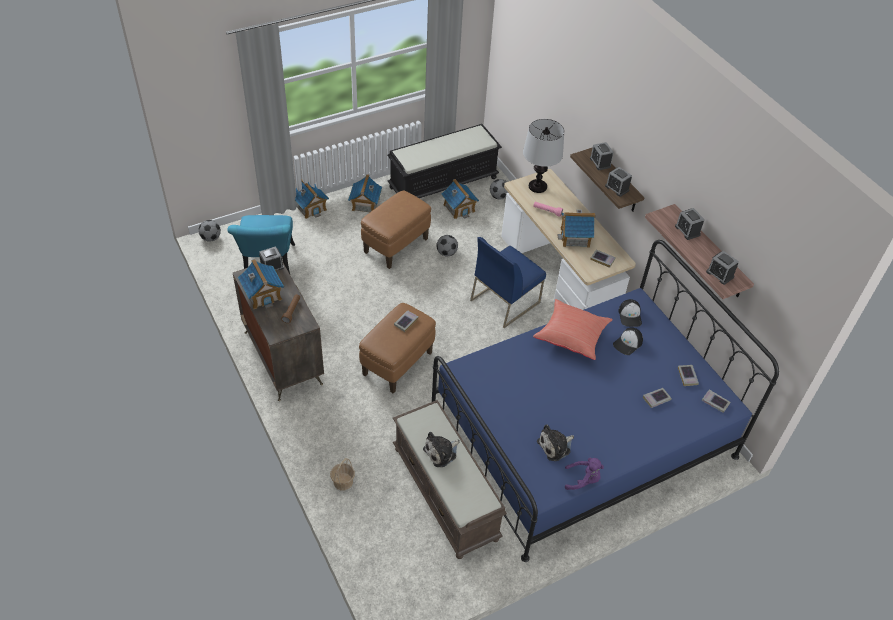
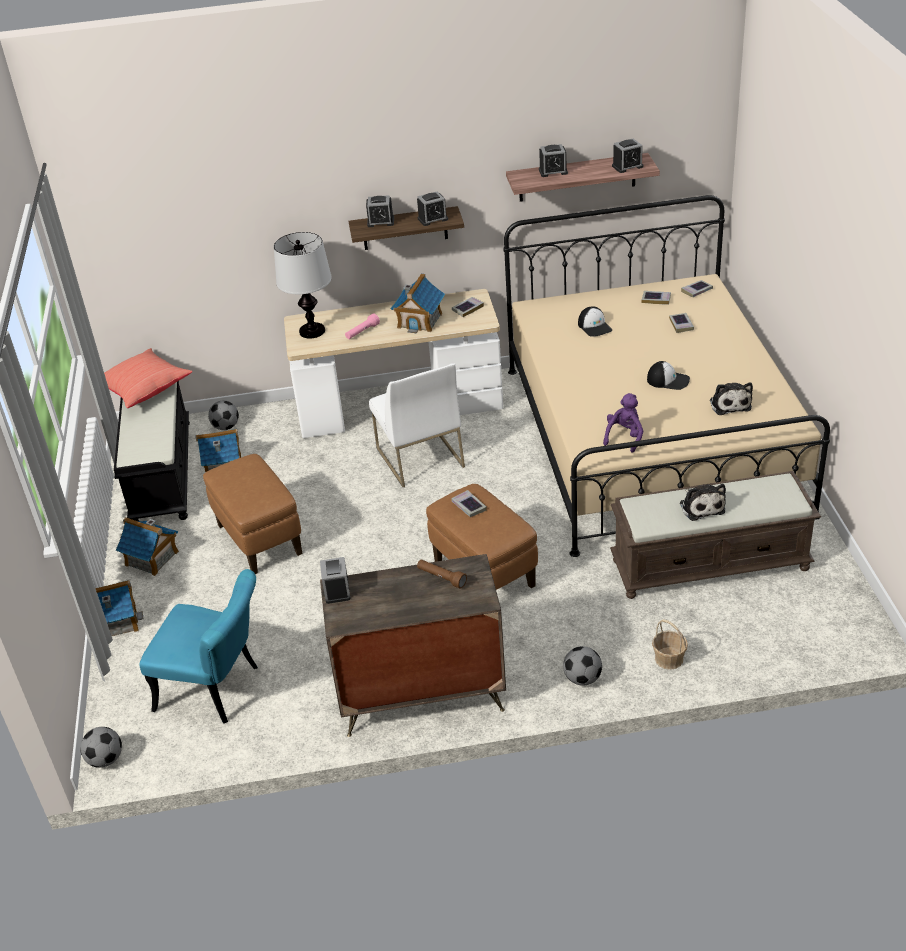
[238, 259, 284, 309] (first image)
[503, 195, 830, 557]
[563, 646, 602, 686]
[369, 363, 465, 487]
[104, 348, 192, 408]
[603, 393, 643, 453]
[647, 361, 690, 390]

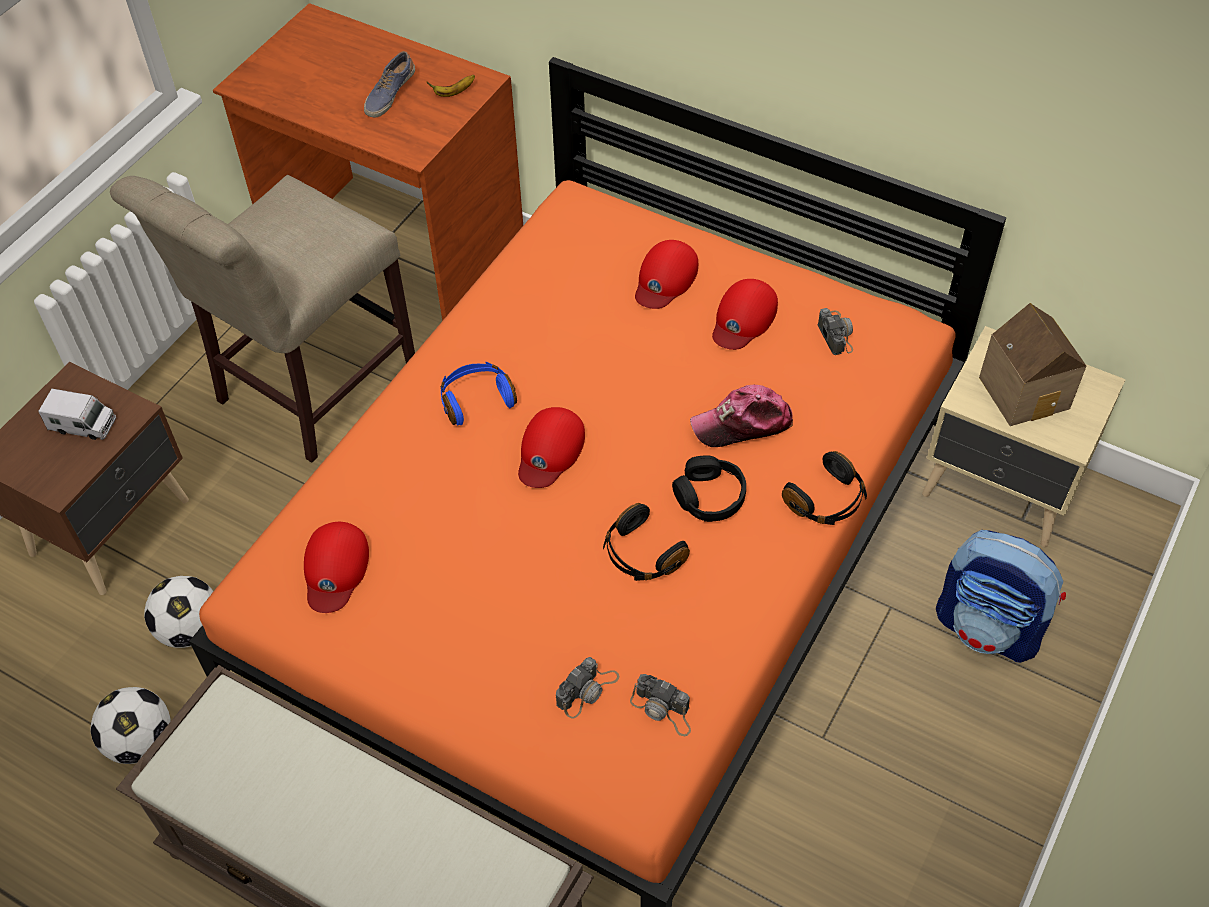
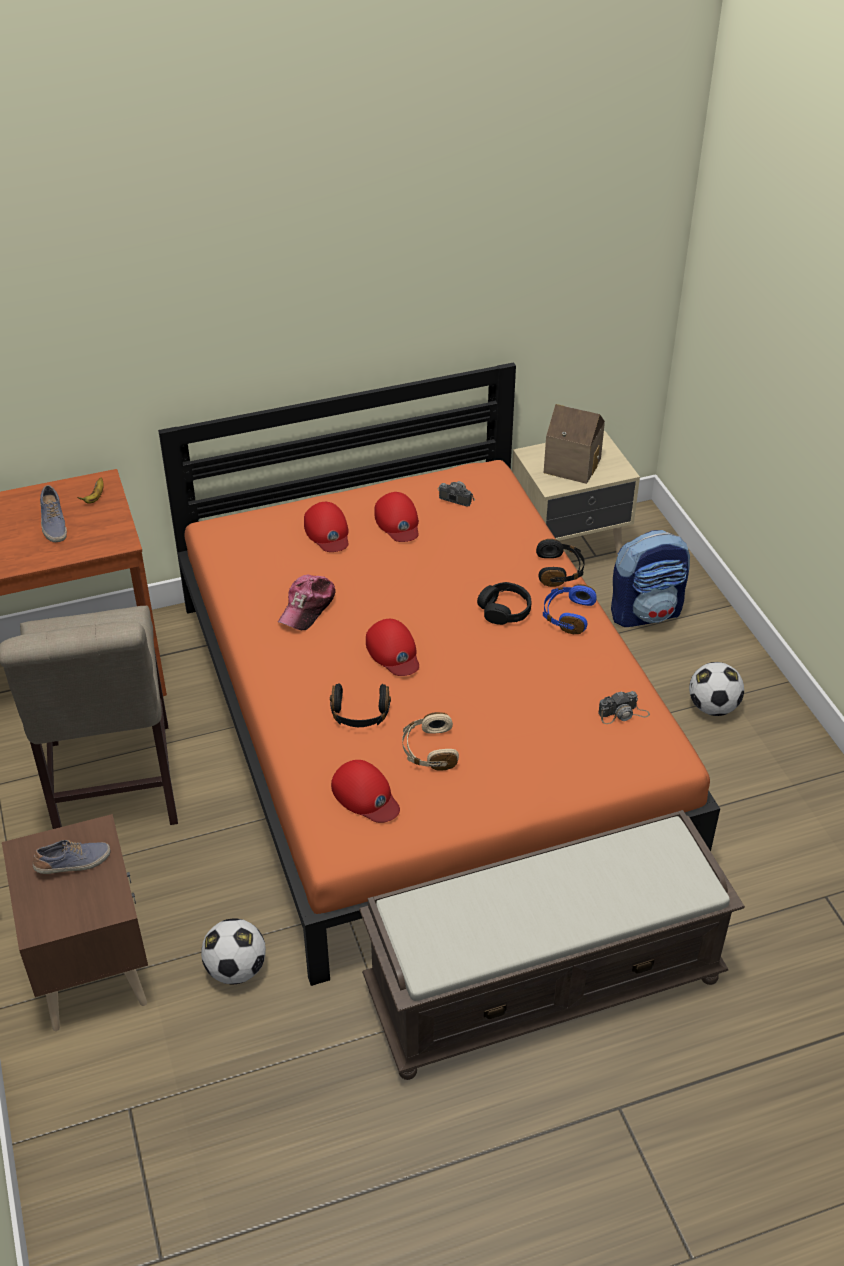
[33, 840, 110, 874]
[689, 662, 744, 716]
[543, 584, 597, 634]
[556, 657, 619, 719] (first image)
[330, 683, 391, 727]
[278, 575, 336, 630]
[402, 712, 459, 771]

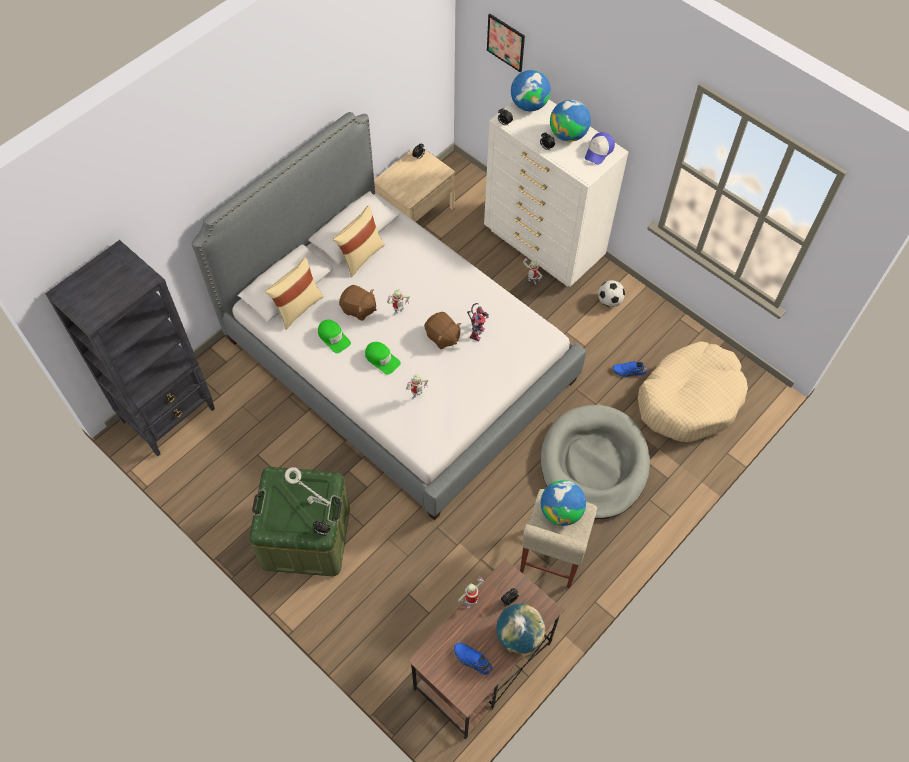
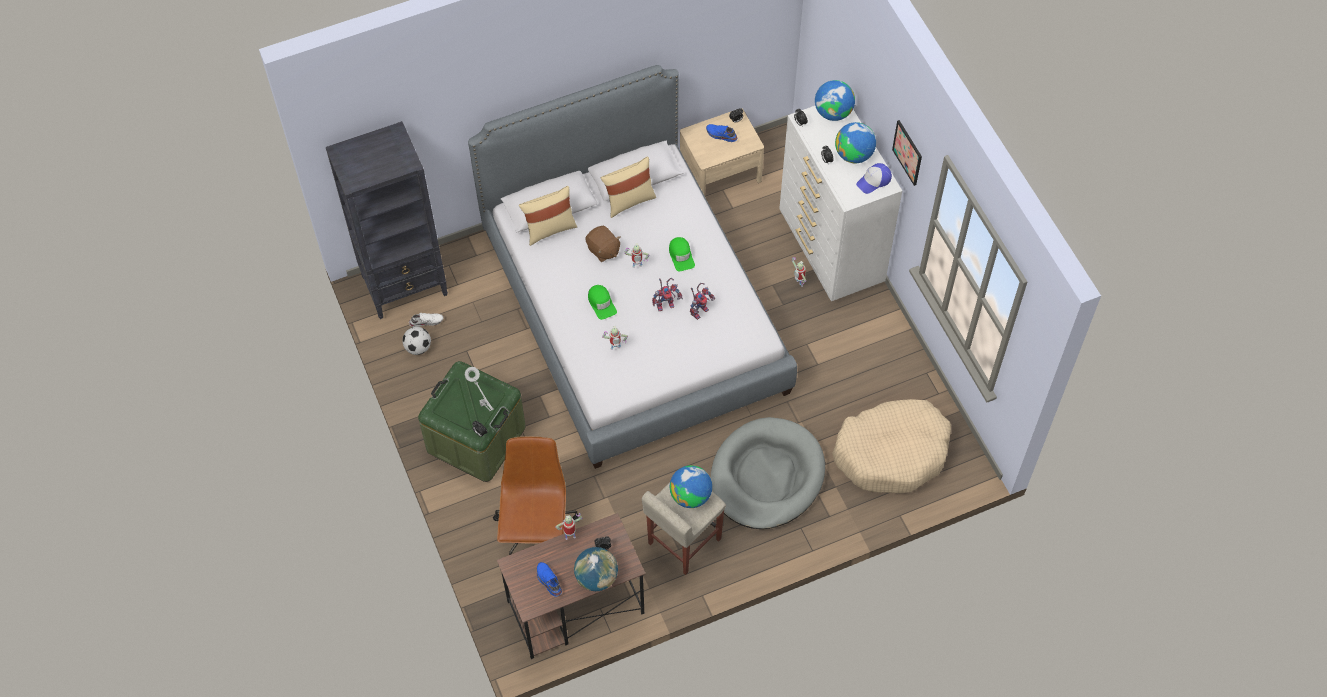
[669, 237, 695, 271]
[652, 278, 683, 311]
[892, 120, 922, 186]
[402, 327, 431, 355]
[706, 124, 737, 142]
[409, 313, 443, 327]
[493, 436, 579, 555]

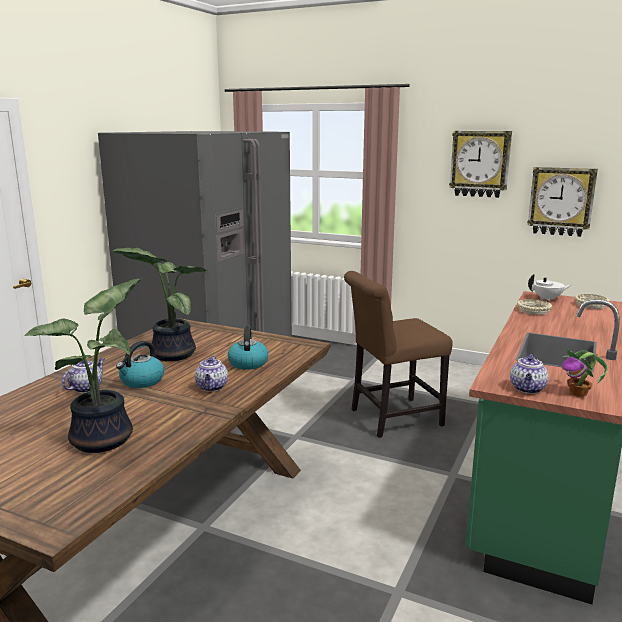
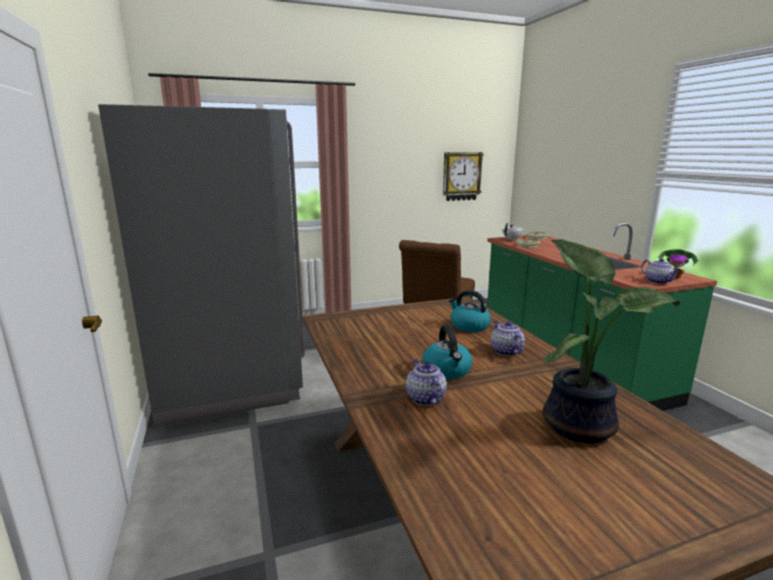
[112, 248, 208, 361] (first image)
[491, 320, 525, 356]
[449, 131, 512, 198] (first image)

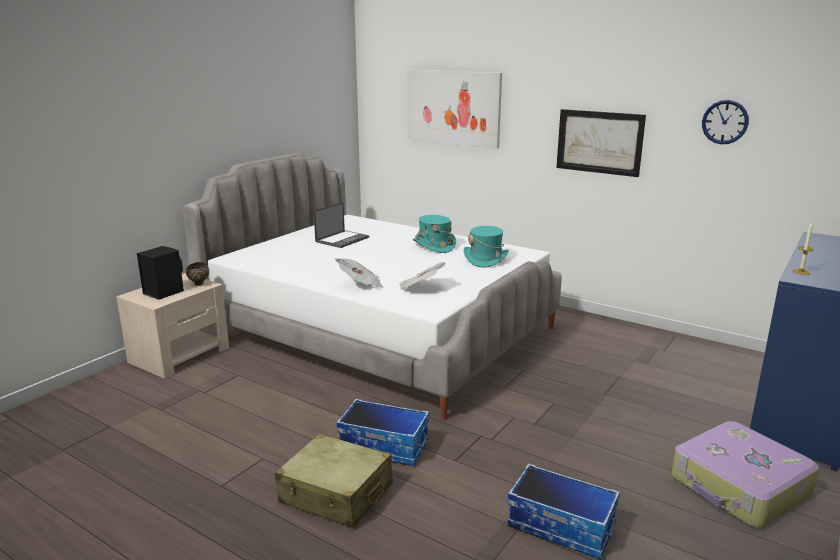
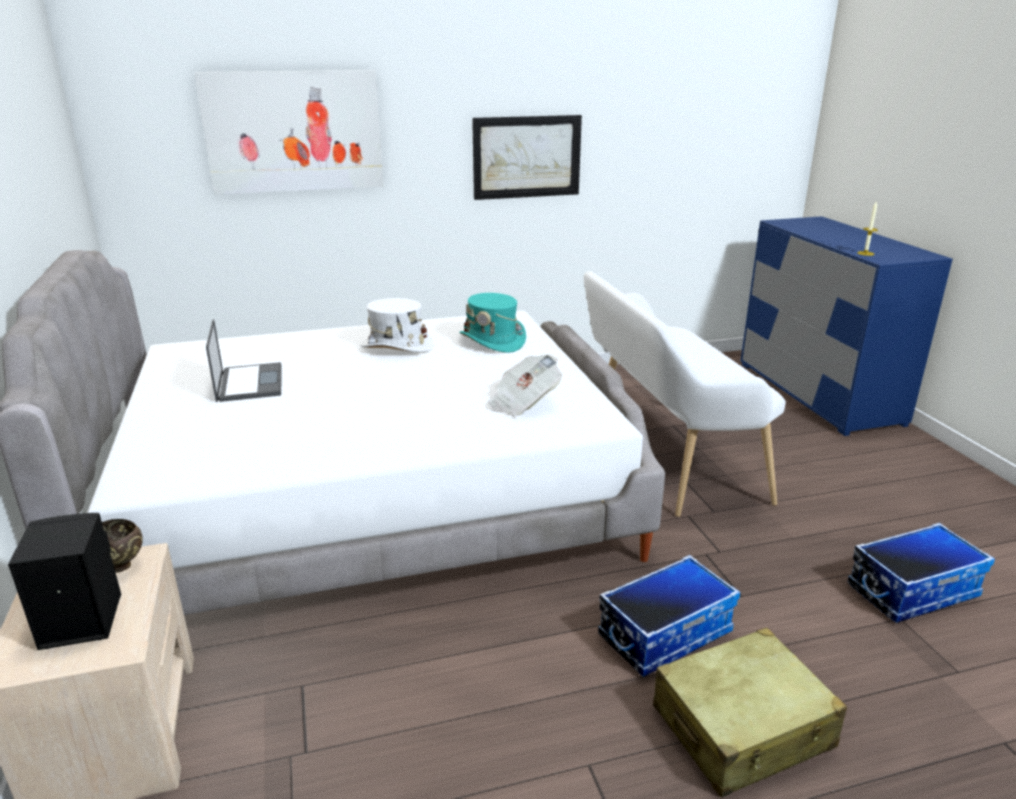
[335, 258, 383, 288] (first image)
[360, 298, 434, 352]
[672, 421, 819, 528] (first image)
[702, 100, 749, 144] (first image)
[584, 271, 786, 517]

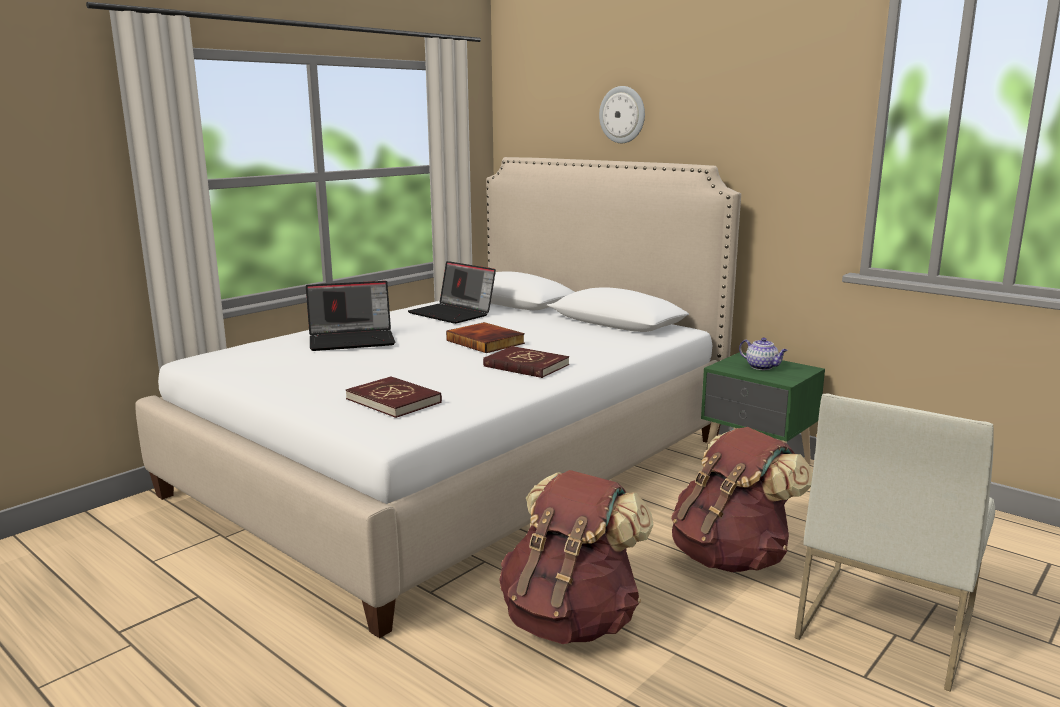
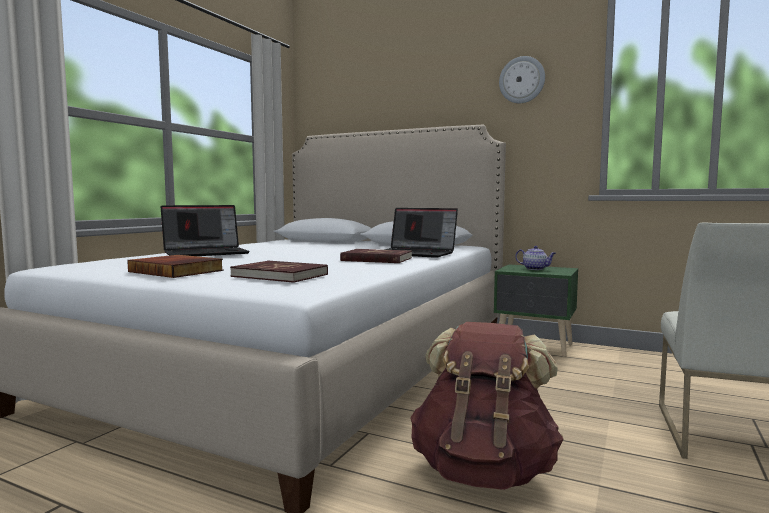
[384, 208, 458, 258]
[127, 255, 224, 278]
[499, 56, 545, 103]
[671, 427, 813, 572] (first image)

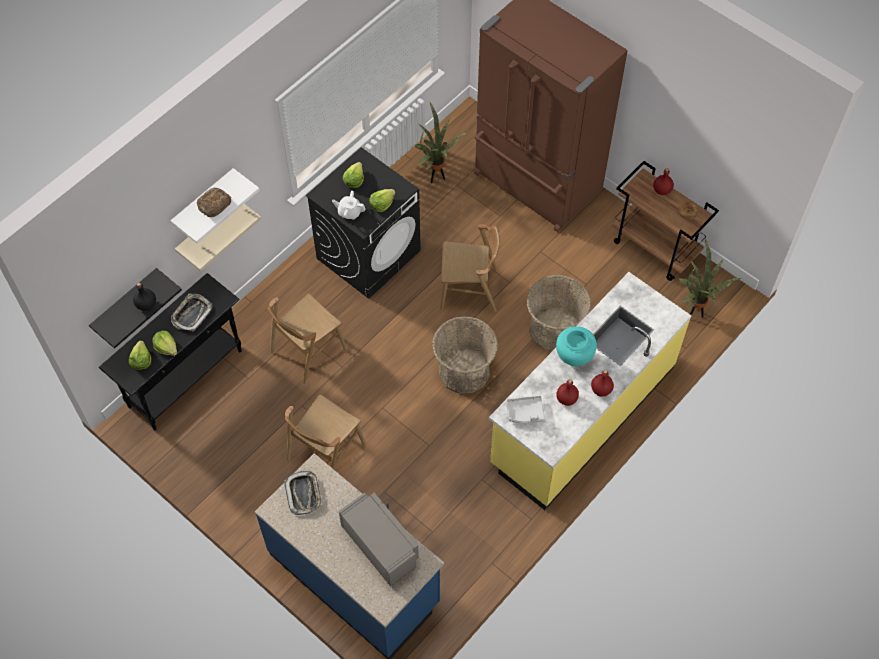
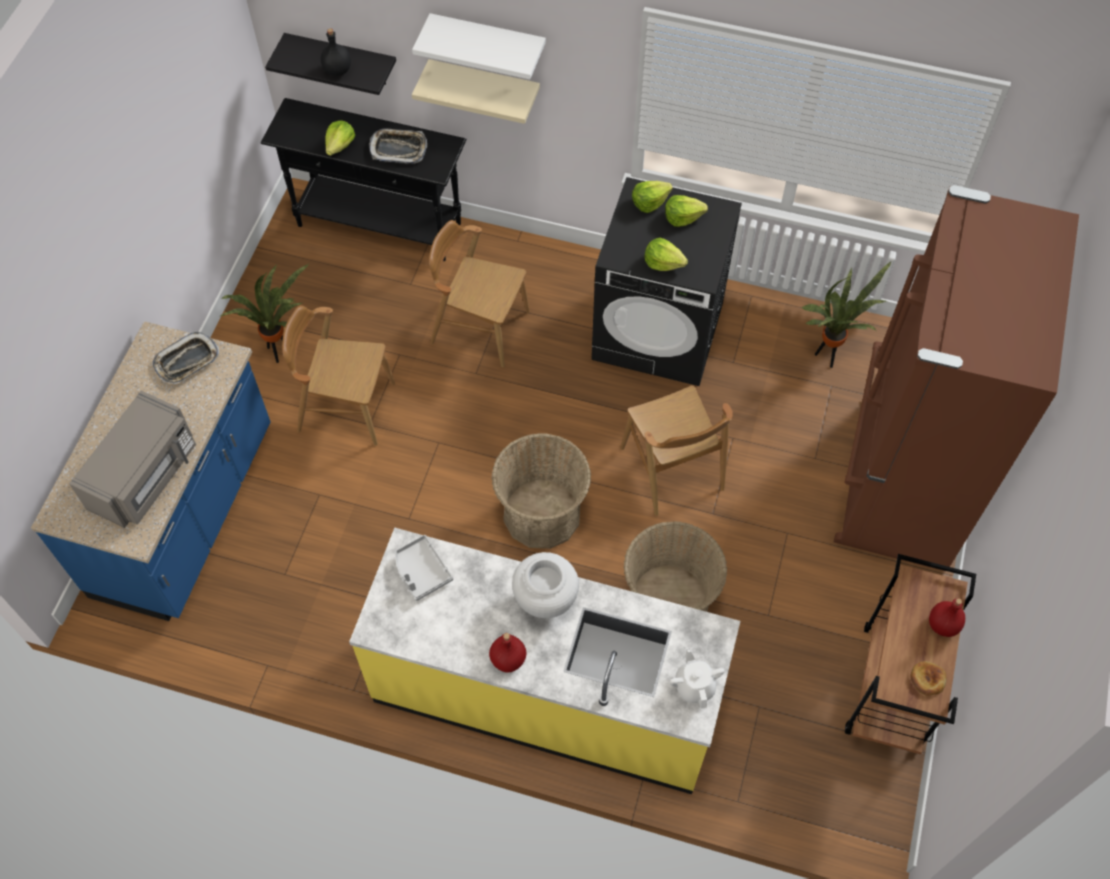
[632, 181, 673, 213]
[197, 188, 231, 217] (first image)
[670, 648, 725, 709]
[512, 552, 579, 618]
[556, 379, 579, 406] (first image)
[218, 264, 309, 363]

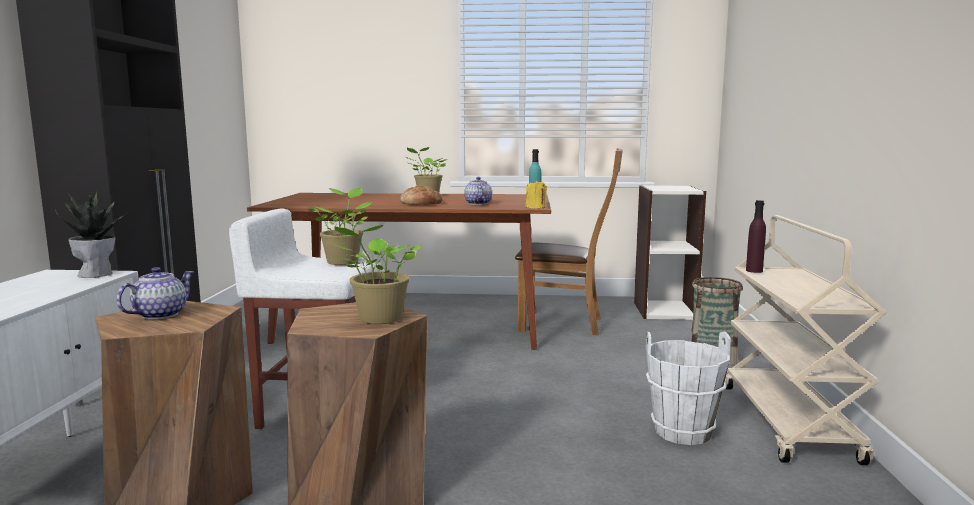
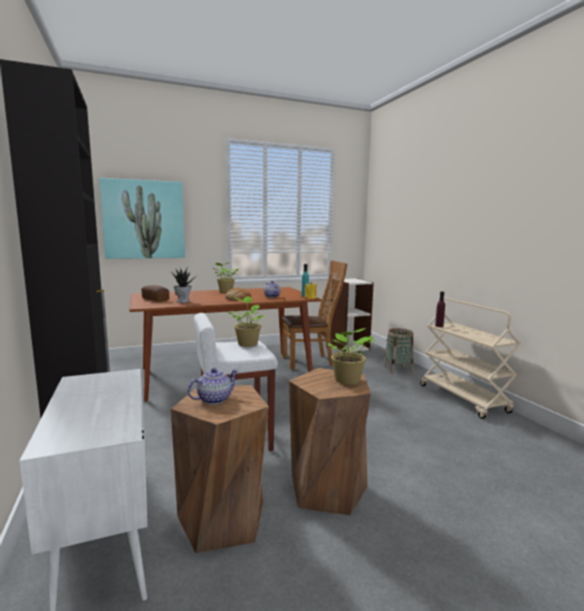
[171, 267, 195, 303]
[187, 368, 239, 404]
[646, 332, 731, 445] (first image)
[99, 178, 185, 259]
[141, 285, 169, 302]

